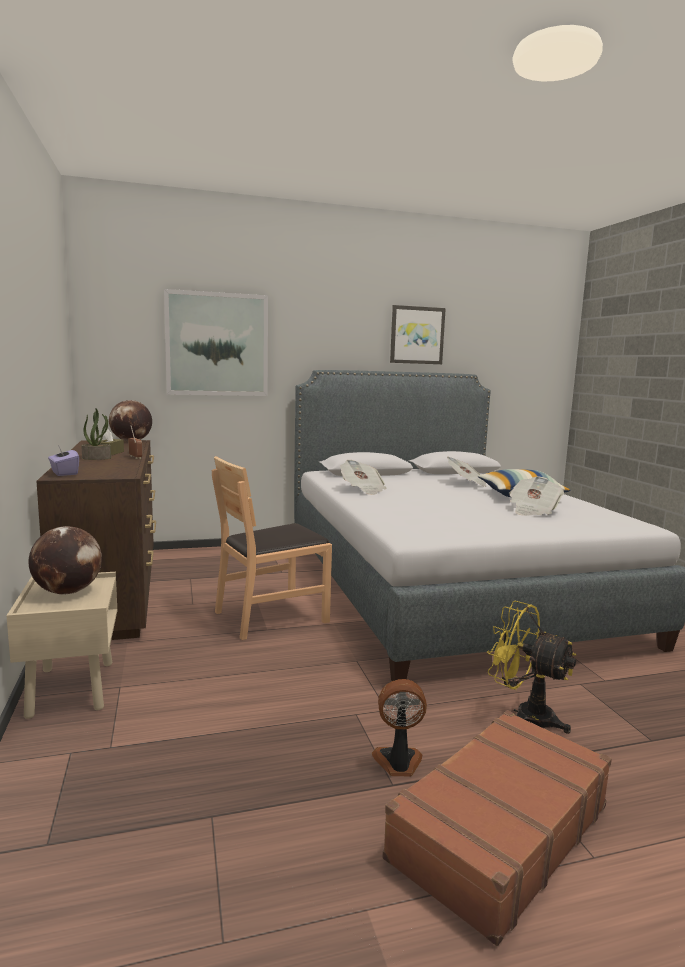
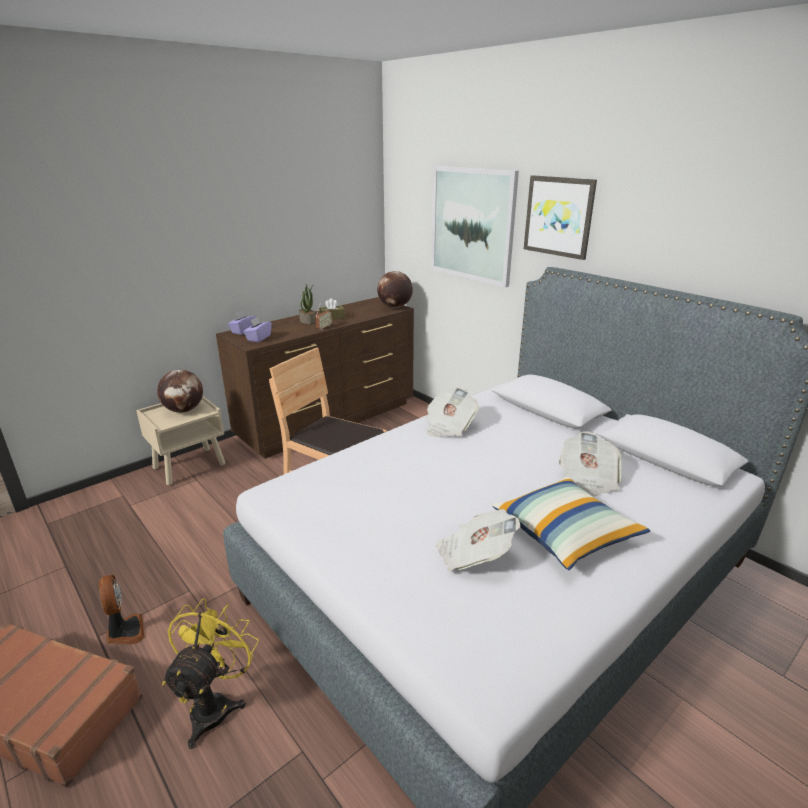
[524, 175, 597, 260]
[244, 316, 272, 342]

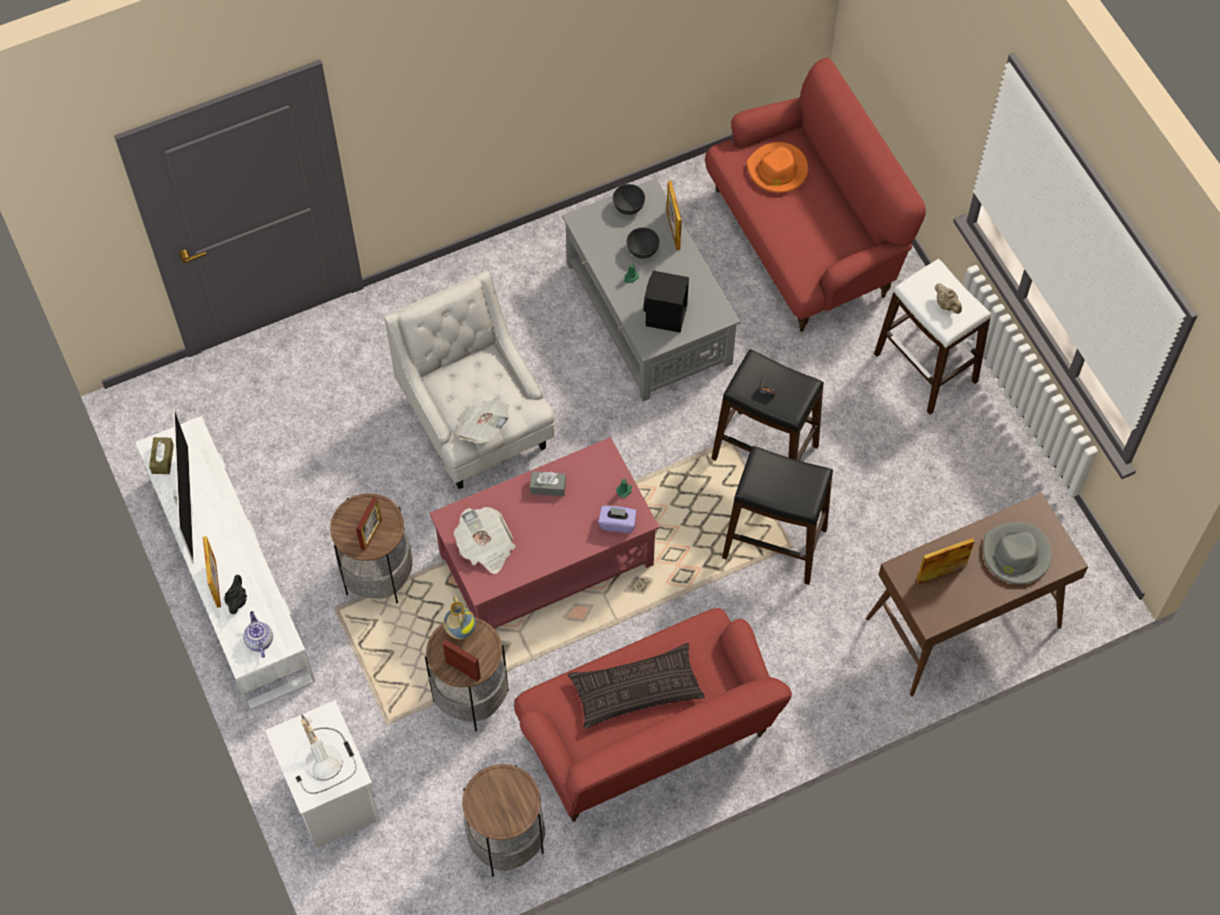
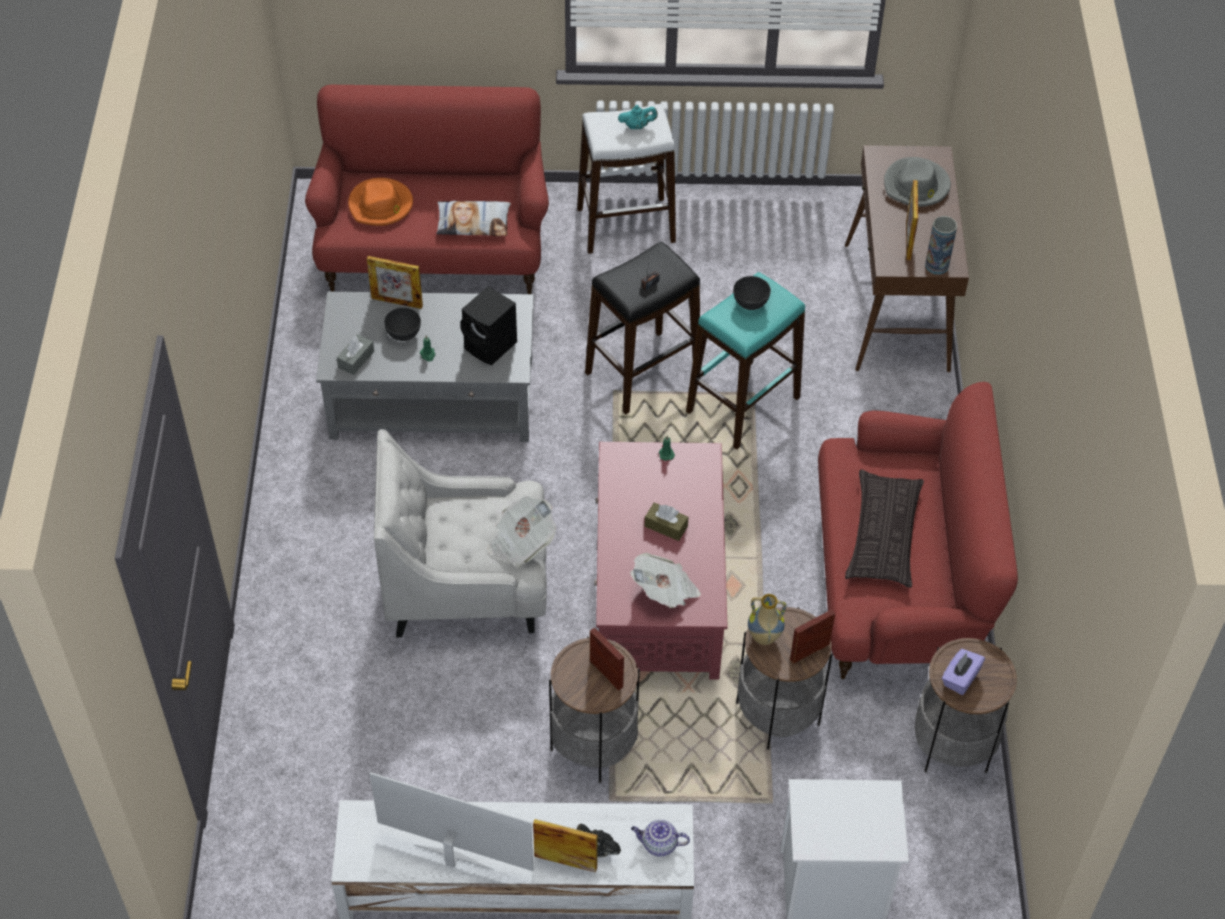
[645, 502, 688, 541]
[295, 715, 357, 794] (first image)
[337, 334, 374, 375]
[942, 649, 985, 695]
[733, 276, 771, 310]
[686, 272, 805, 450]
[618, 105, 658, 129]
[436, 201, 511, 236]
[925, 216, 957, 275]

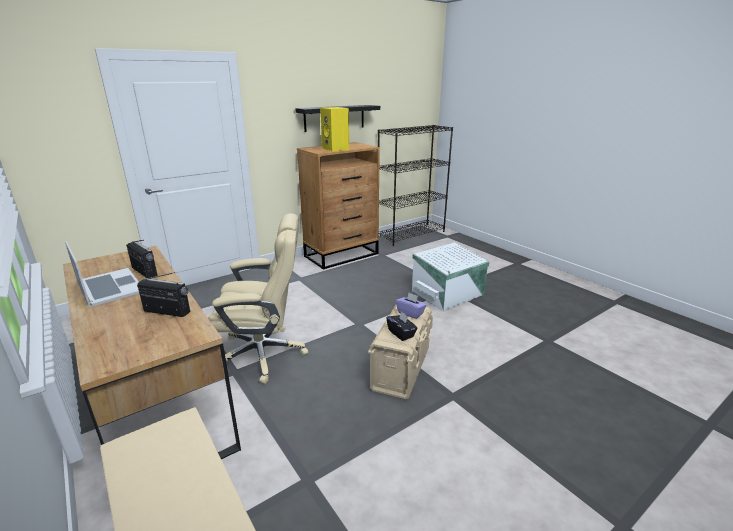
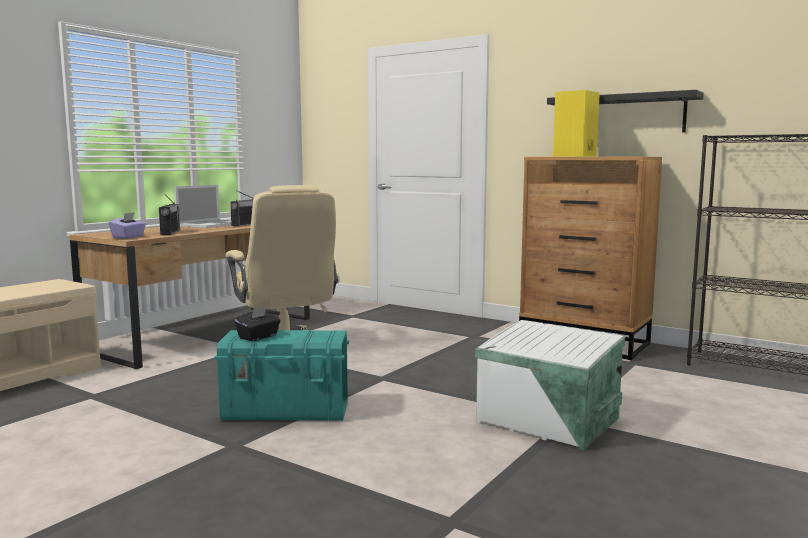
[214, 330, 349, 420]
[109, 212, 146, 239]

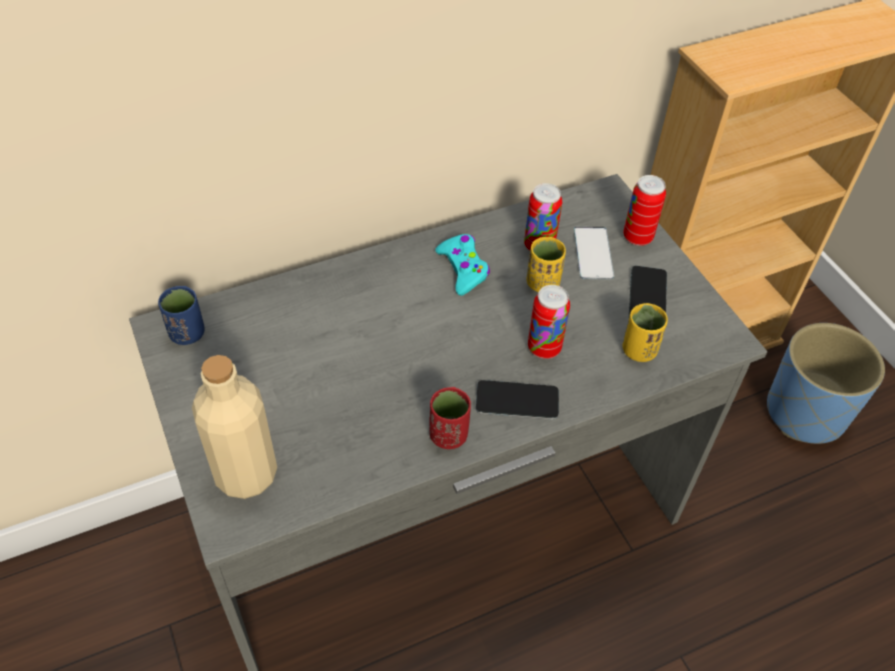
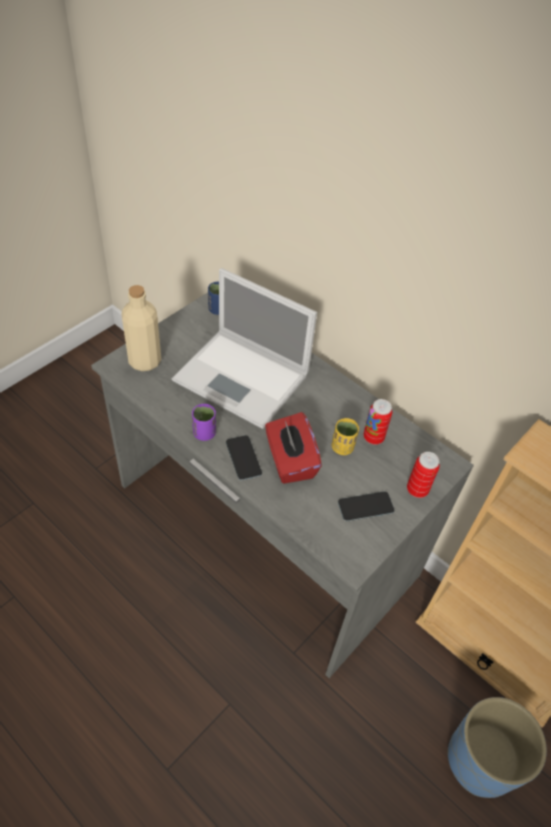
[192, 404, 216, 441]
[435, 234, 490, 296] (first image)
[265, 412, 322, 484]
[574, 227, 614, 280] (first image)
[623, 303, 668, 362] (first image)
[172, 268, 317, 429]

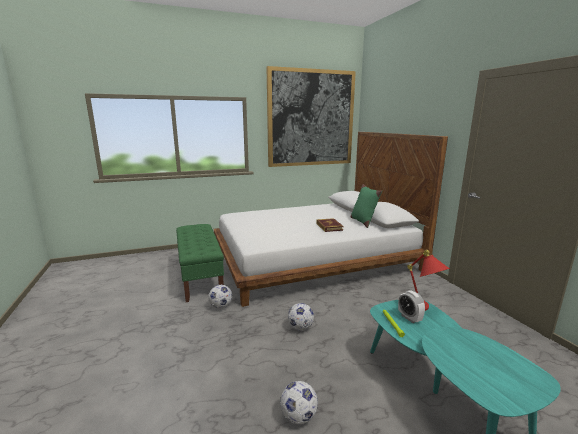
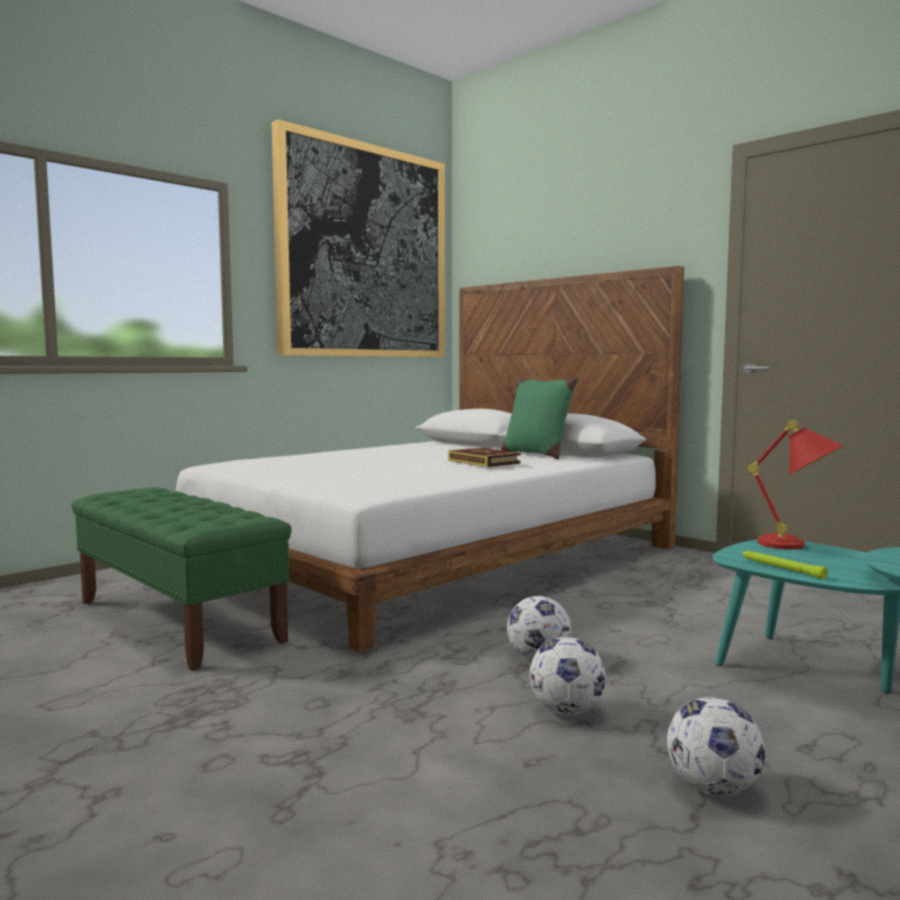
[530, 637, 606, 715]
[398, 290, 425, 323] (first image)

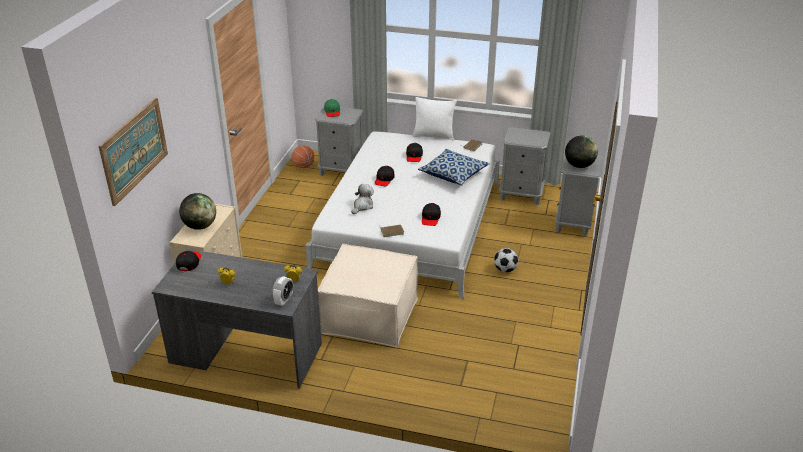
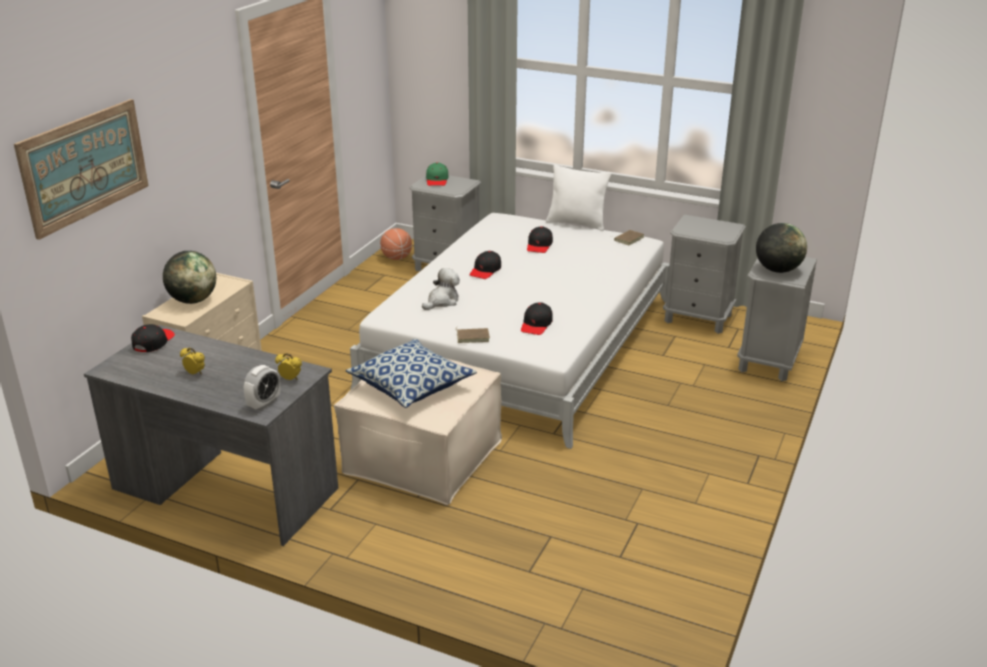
[346, 339, 477, 408]
[494, 248, 519, 272] (first image)

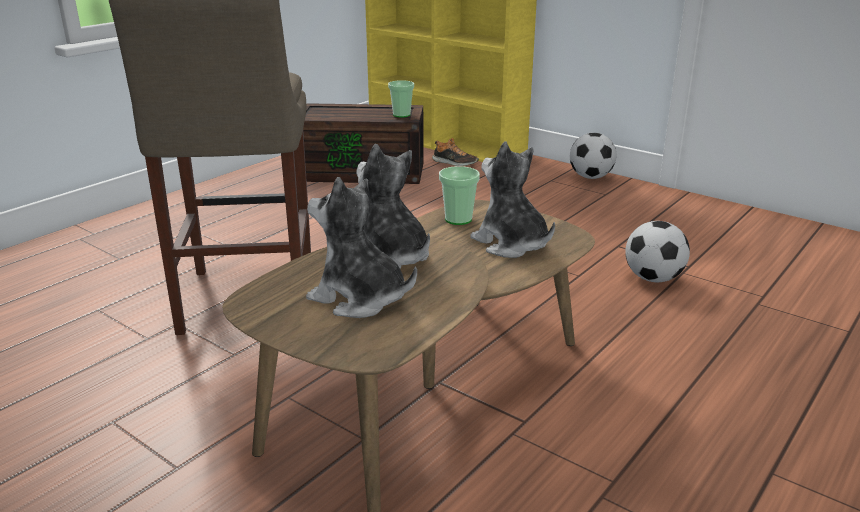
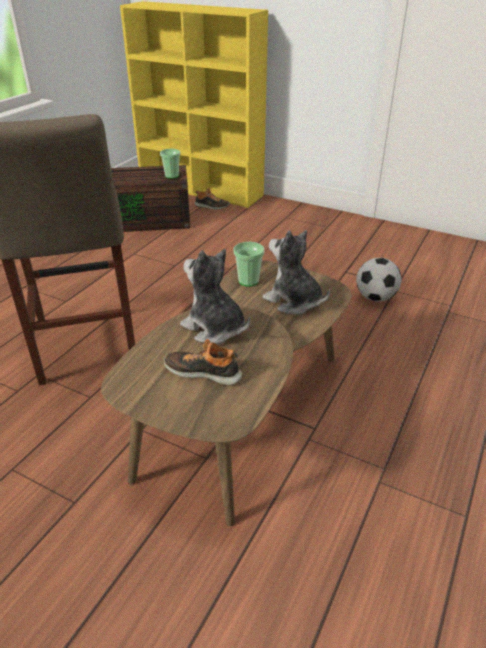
[164, 339, 242, 385]
[570, 133, 617, 179] (first image)

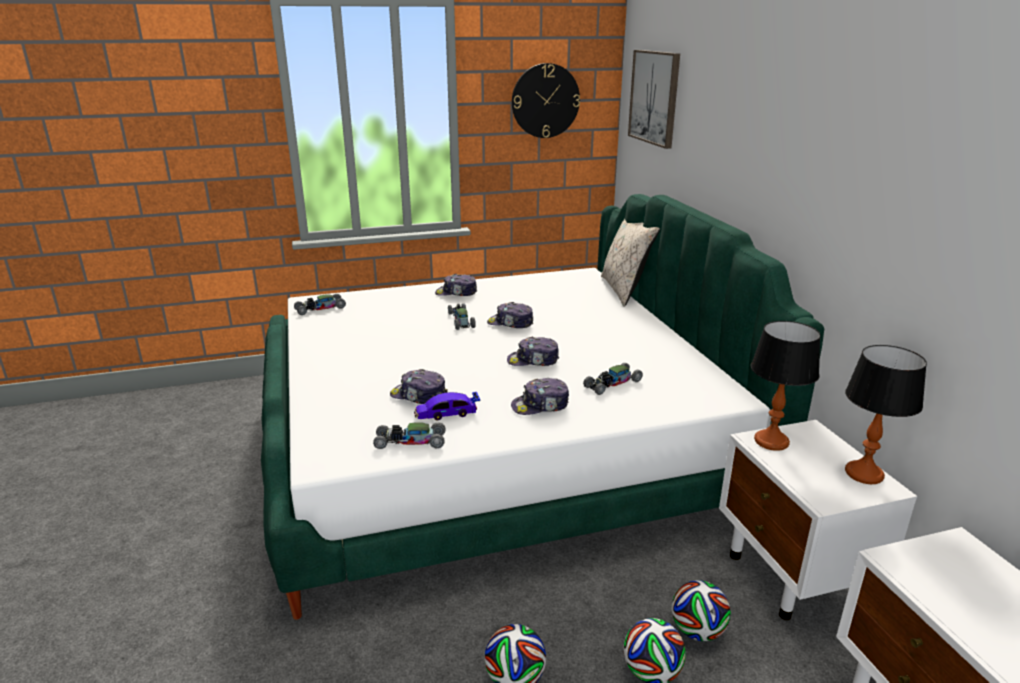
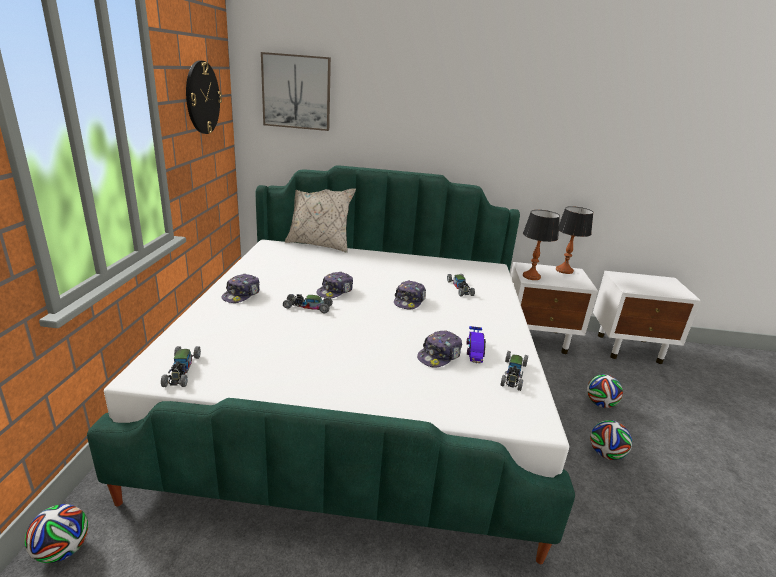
[511, 378, 569, 415] (first image)
[25, 504, 89, 563]

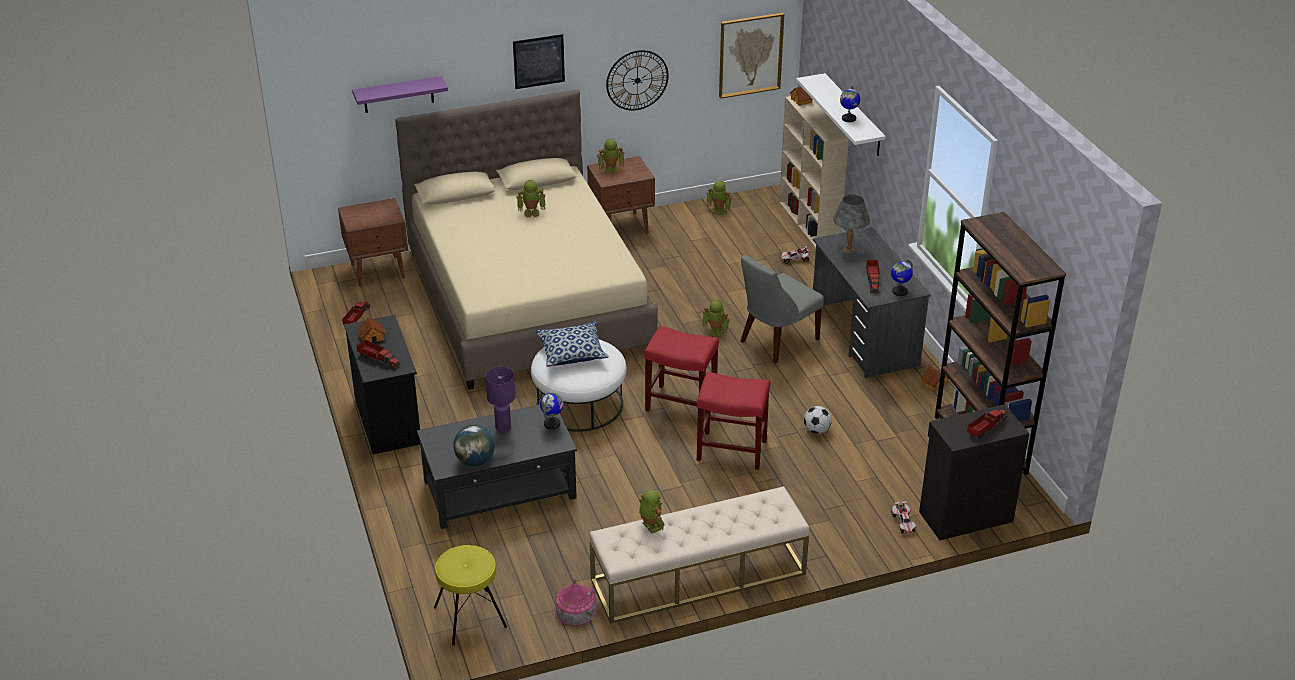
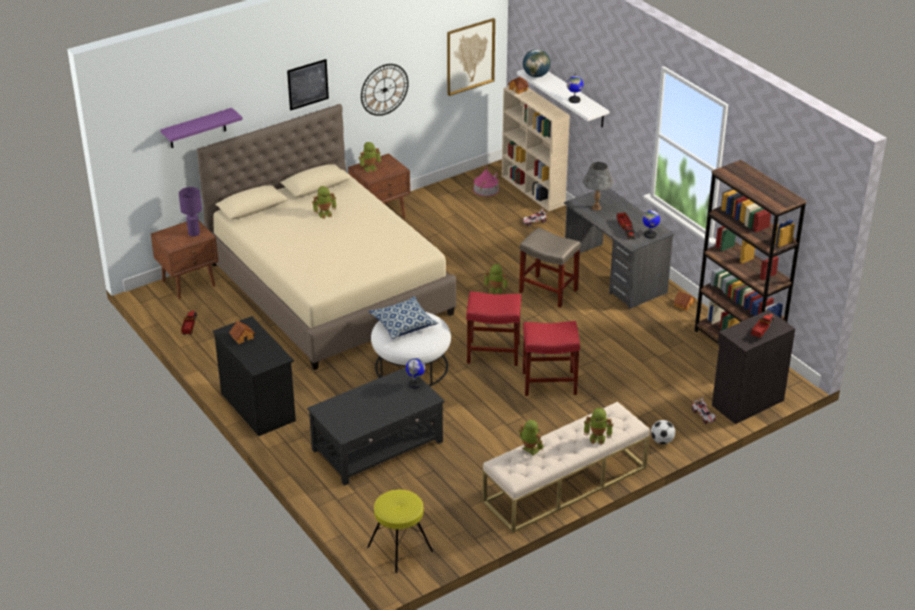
[356, 339, 400, 369] (first image)
[523, 49, 551, 77]
[179, 187, 202, 237]
[473, 166, 499, 196]
[584, 407, 613, 445]
[519, 227, 581, 308]
[651, 420, 675, 444]

